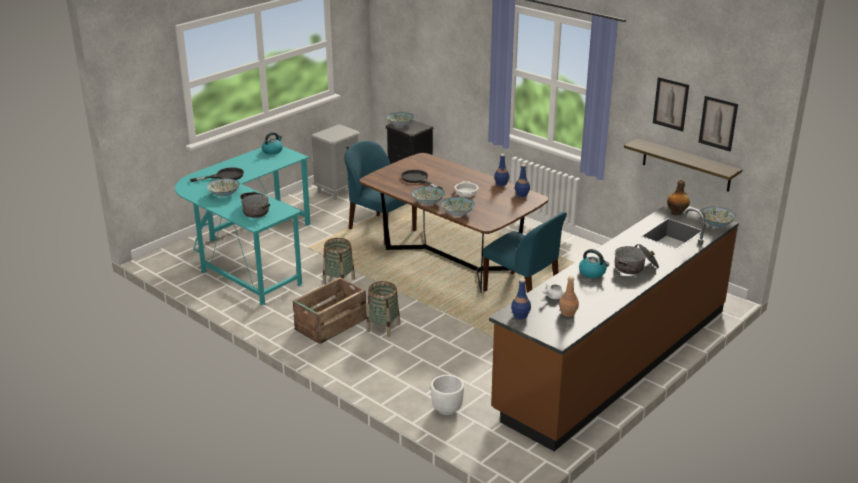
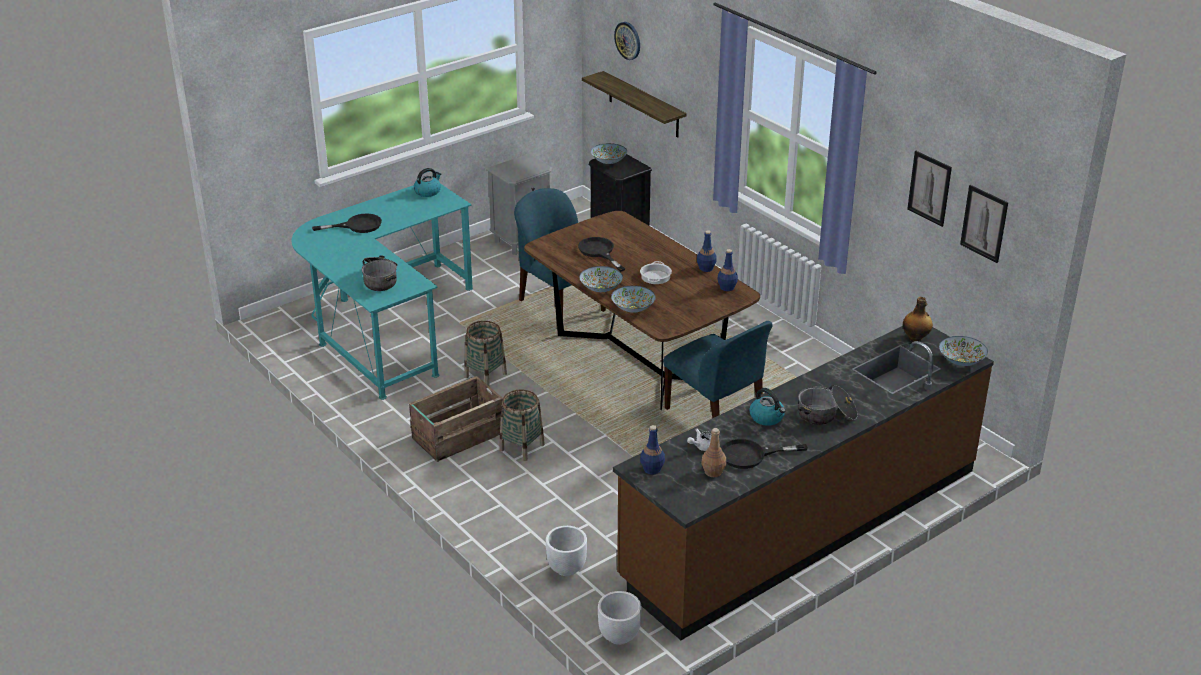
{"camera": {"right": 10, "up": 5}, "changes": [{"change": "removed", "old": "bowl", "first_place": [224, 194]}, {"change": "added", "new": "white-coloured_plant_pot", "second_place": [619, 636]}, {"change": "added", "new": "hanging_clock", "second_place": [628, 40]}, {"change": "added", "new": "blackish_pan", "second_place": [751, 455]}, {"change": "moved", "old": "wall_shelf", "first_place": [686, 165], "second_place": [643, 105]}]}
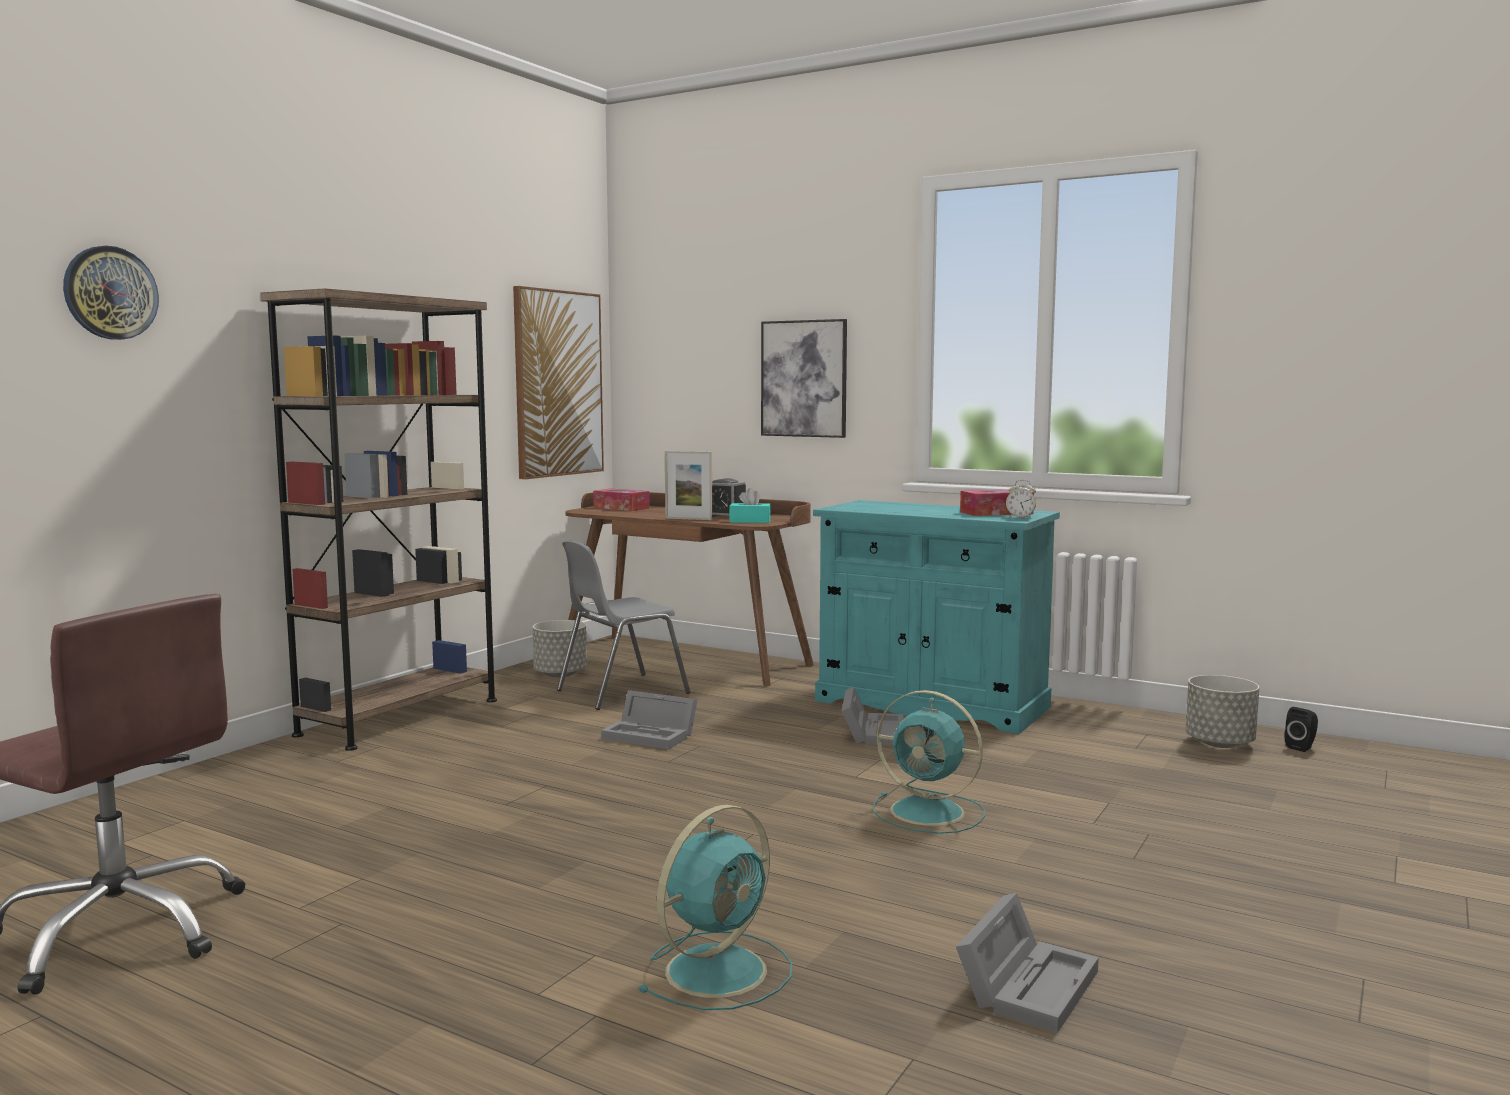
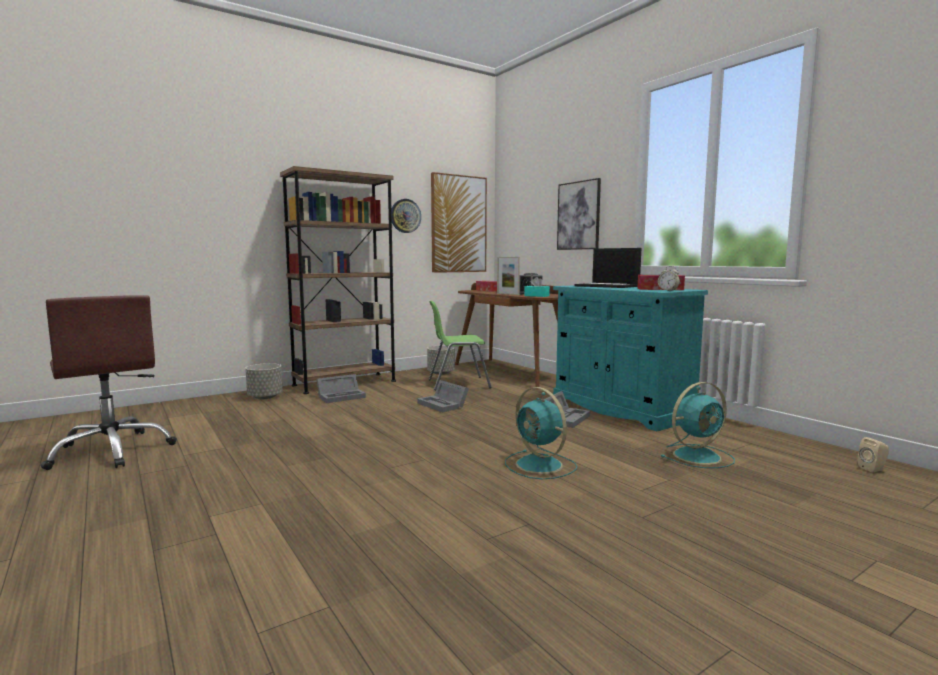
{"camera": {"right": 25, "up": 0}, "changes": [{"change": "added", "new": "notebook_computer", "second_place": [608, 286]}, {"change": "moved", "old": "hanging_clock", "first_place": [110, 293], "second_place": [405, 216]}, {"change": "moved", "old": "turquoise_fan", "first_place": [719, 969], "second_place": [698, 456]}, {"change": "moved", "old": "grey_storage_bin", "first_place": [1028, 983], "second_place": [342, 396]}, {"change": "moved", "old": "grey_plant_pot", "first_place": [1220, 743], "second_place": [265, 397]}, {"change": "recoloured", "old": "grey_plain_chair", "new": "greenish_plain_chair", "first_place": [620, 692], "second_place": [457, 384]}, {"change": "recoloured", "old": "blackish_audio_speaker", "new": "sand-coloured_audio_speaker", "first_place": [1301, 747], "second_place": [873, 469]}]}
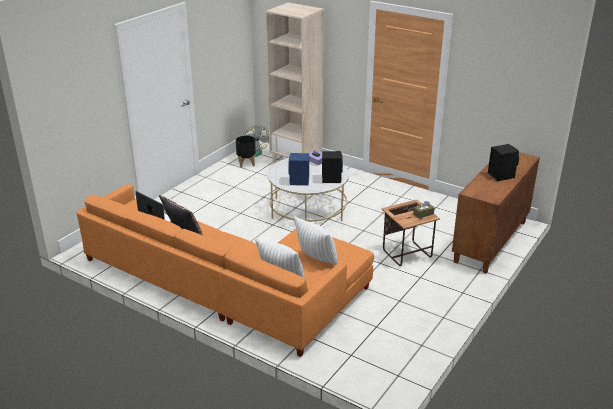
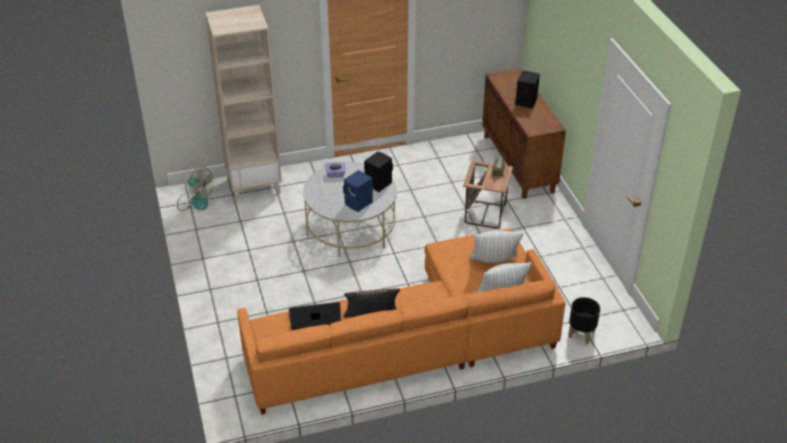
{"camera": {"right": -50, "up": 10}, "changes": [{"change": "moved", "old": "blackish_plant_pot", "first_place": [246, 163], "second_place": [581, 334]}]}
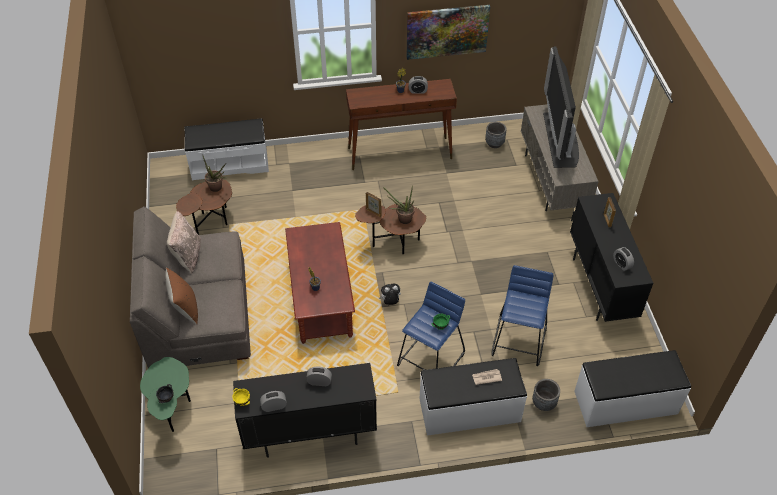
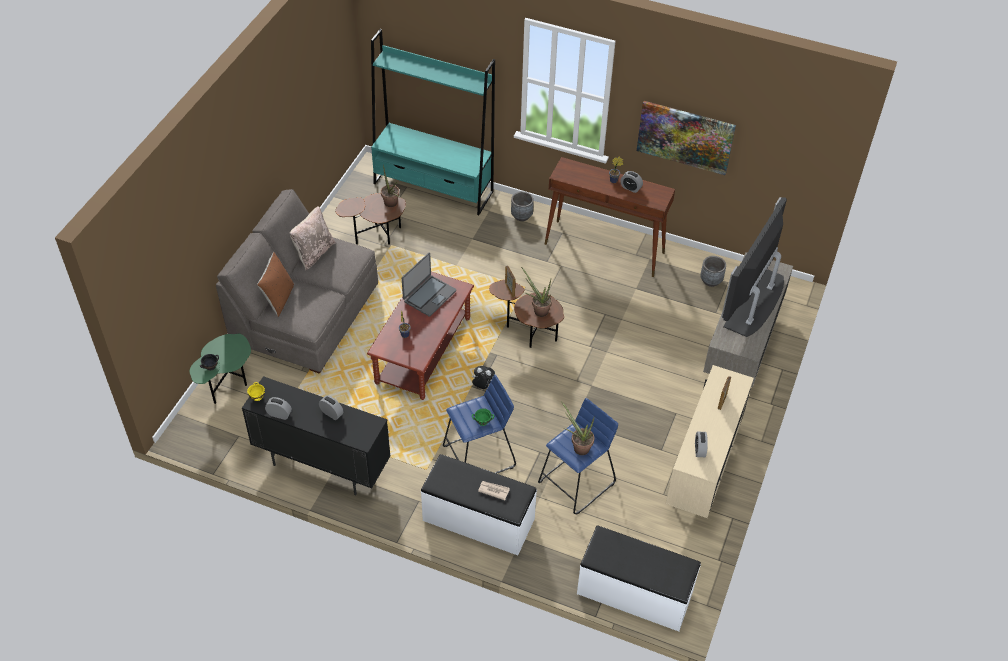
{"camera": {"right": 30, "up": 0}, "changes": [{"change": "added", "new": "notebook_computer", "second_place": [429, 296]}, {"change": "added", "new": "potted_plant", "second_place": [578, 447]}, {"change": "moved", "old": "grey_plant_pot", "first_place": [544, 403], "second_place": [522, 216]}, {"change": "replaced", "old": "white-coloured_indoor_bench", "new": "turquoise_shelving_unit", "first_place": [229, 164], "second_place": [433, 188]}, {"change": "recoloured", "old": "blackish_storage_cabinet", "new": "sand-coloured_storage_cabinet", "first_place": [600, 287], "second_place": [701, 474]}]}
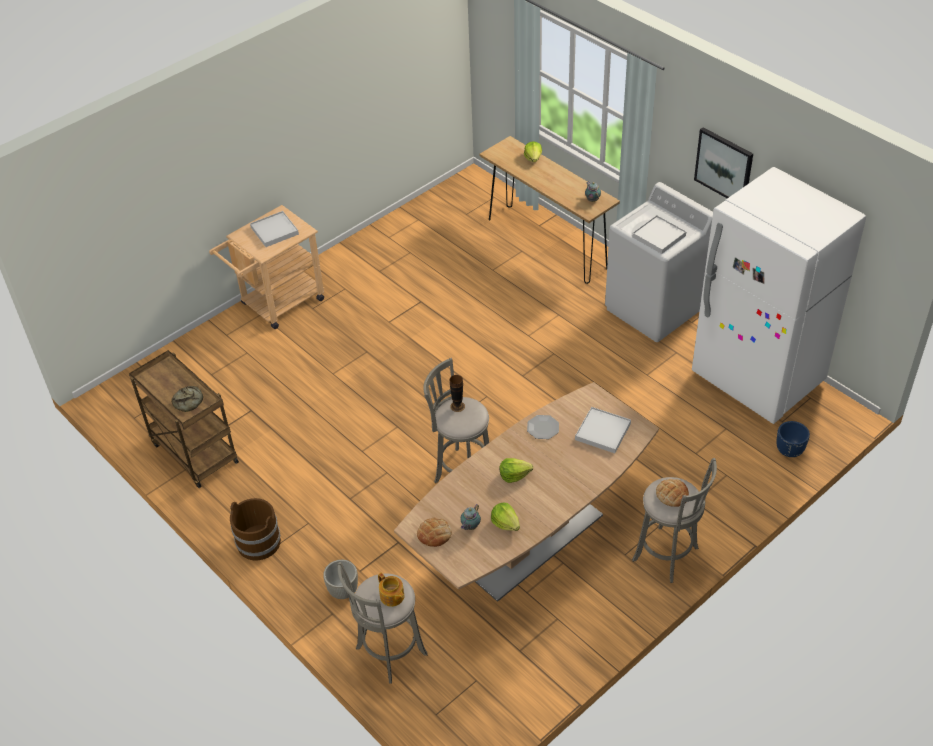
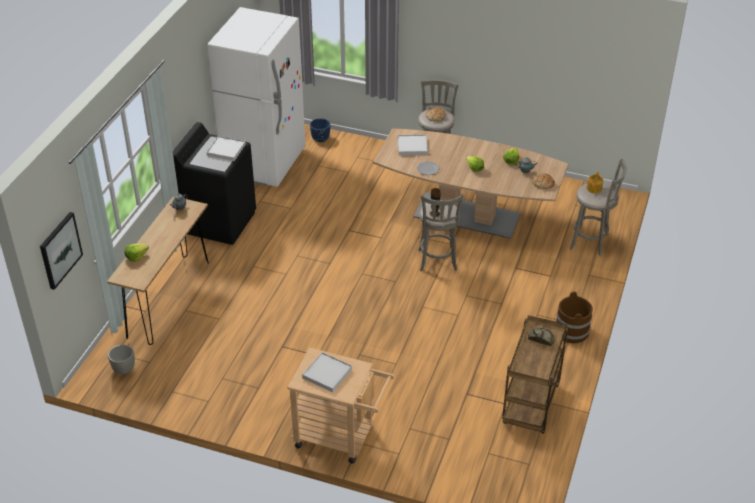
{"camera": {"right": -120, "up": -5}, "changes": [{"change": "moved", "old": "grey_plant_pot", "first_place": [343, 590], "second_place": [123, 369]}, {"change": "moved", "old": "wall_picture", "first_place": [724, 166], "second_place": [60, 250]}, {"change": "recoloured", "old": "white-coloured_laundry_appliance", "new": "blackish_laundry_appliance", "first_place": [654, 309], "second_place": [219, 222]}]}
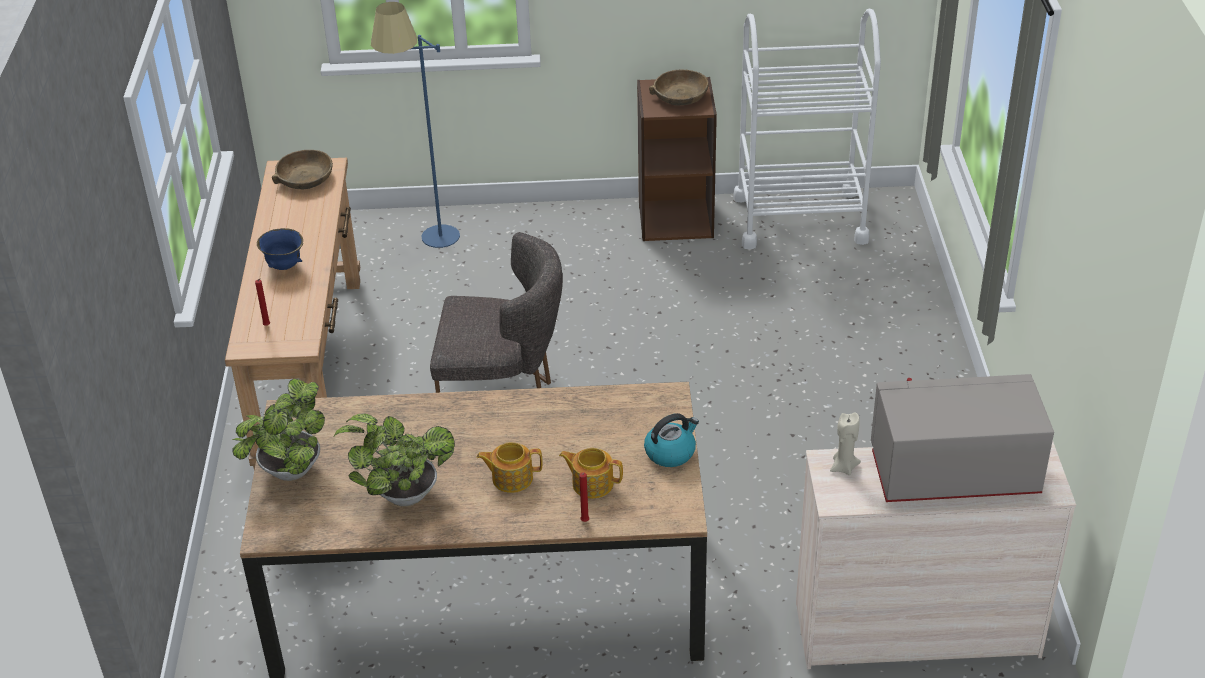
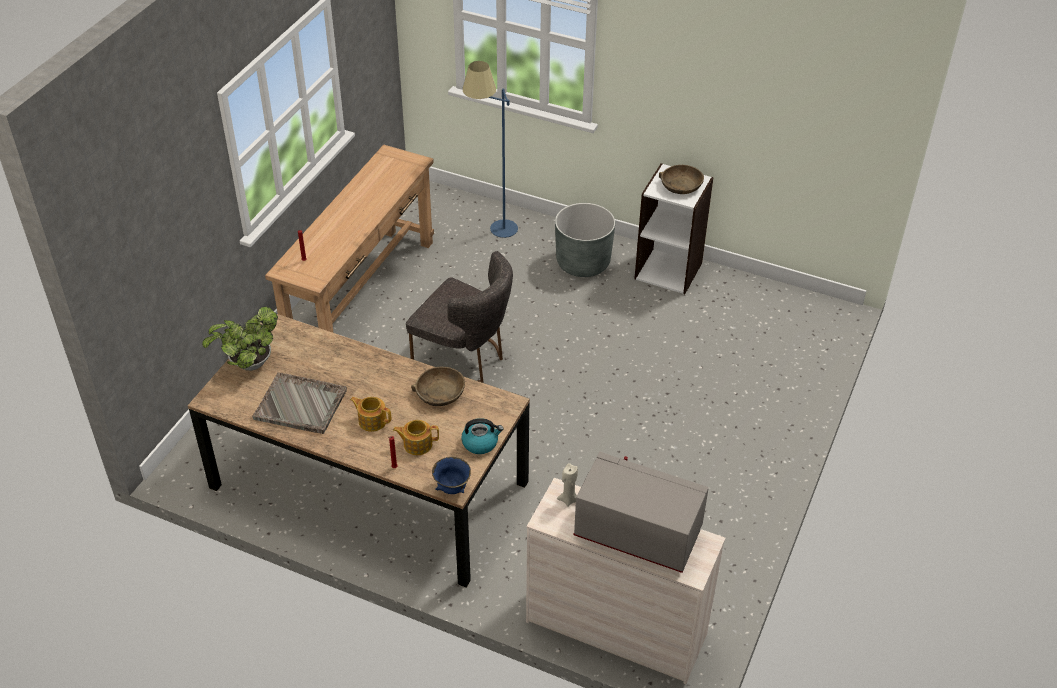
{"camera": {"right": 25, "up": 5}, "changes": [{"change": "removed", "old": "white-coloured_trolley", "first_place": [799, 219]}, {"change": "added", "new": "grey_plant_pot", "second_place": [583, 262]}, {"change": "moved", "old": "bluish_bowl", "first_place": [284, 267], "second_place": [452, 489]}, {"change": "moved", "old": "brown_bowl", "first_place": [305, 178], "second_place": [440, 393]}, {"change": "replaced", "old": "potted_plant", "new": "grey_serving_tray", "first_place": [401, 494], "second_place": [301, 405]}, {"change": "recoloured", "old": "brown_shelving_unit", "new": "white-coloured_shelving_unit", "first_place": [675, 218], "second_place": [668, 270]}, {"change": "turned", "old": "tea_pot", "first_place": [592, 483], "second_place": [417, 444], "degrees": -45}]}
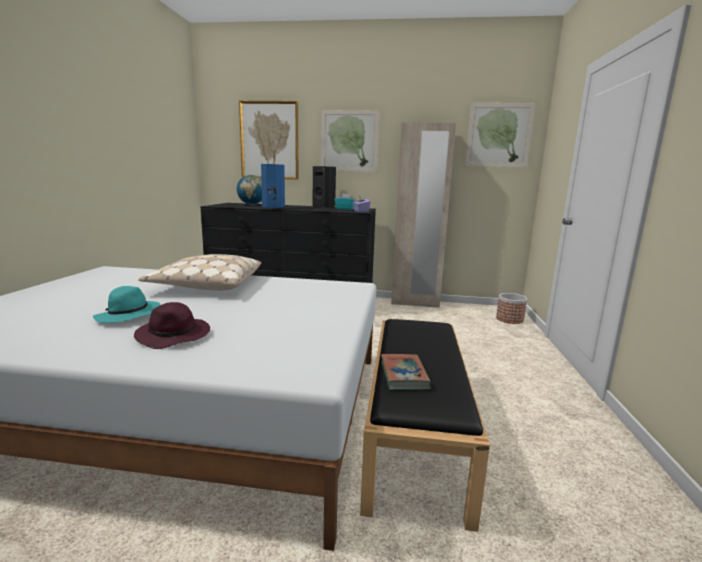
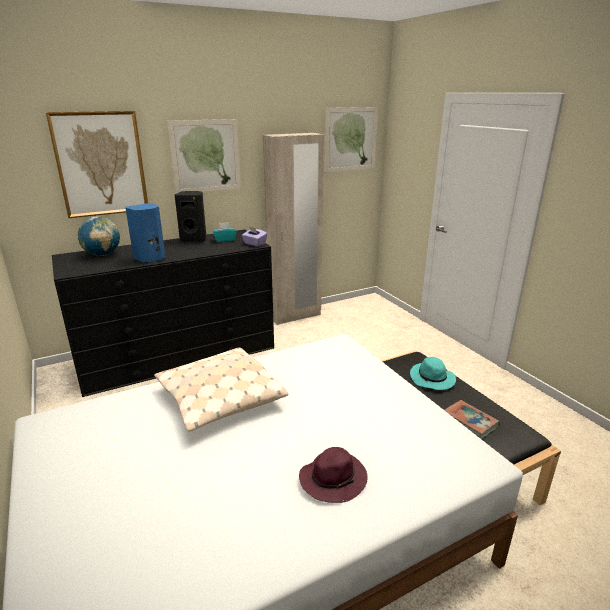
{"camera": {"right": -35, "up": 10}, "changes": [{"change": "removed", "old": "plant_pot", "first_place": [509, 319]}, {"change": "moved", "old": "turquoise_hat", "first_place": [128, 316], "second_place": [432, 379]}]}
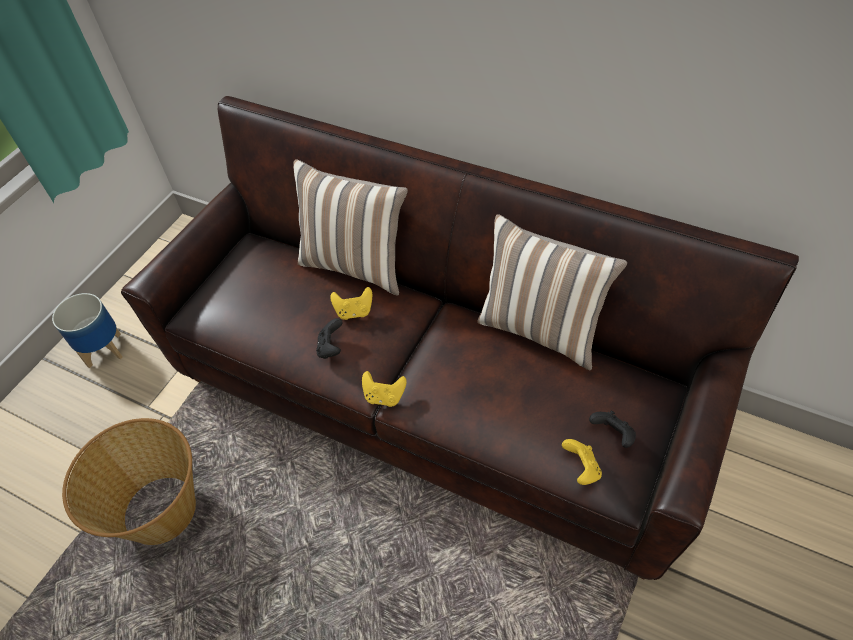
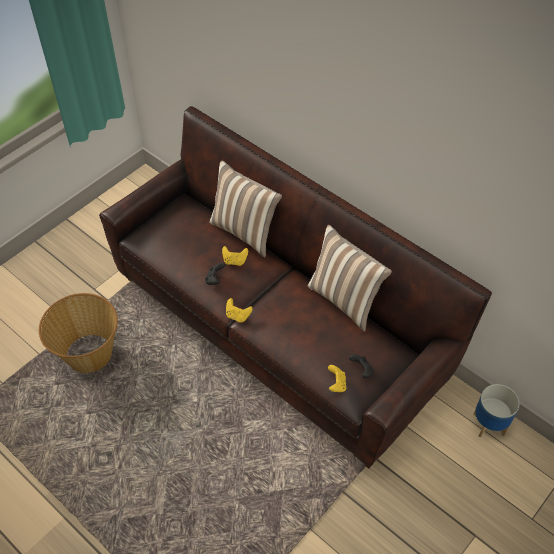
{"camera": {"right": 10, "up": 0}, "changes": [{"change": "moved", "old": "plant_pot", "first_place": [105, 350], "second_place": [489, 424]}]}
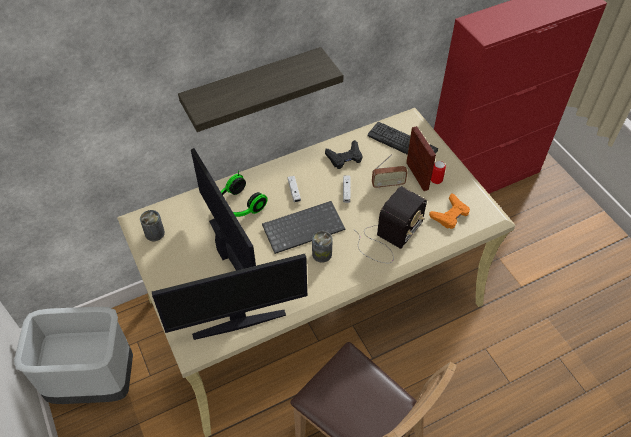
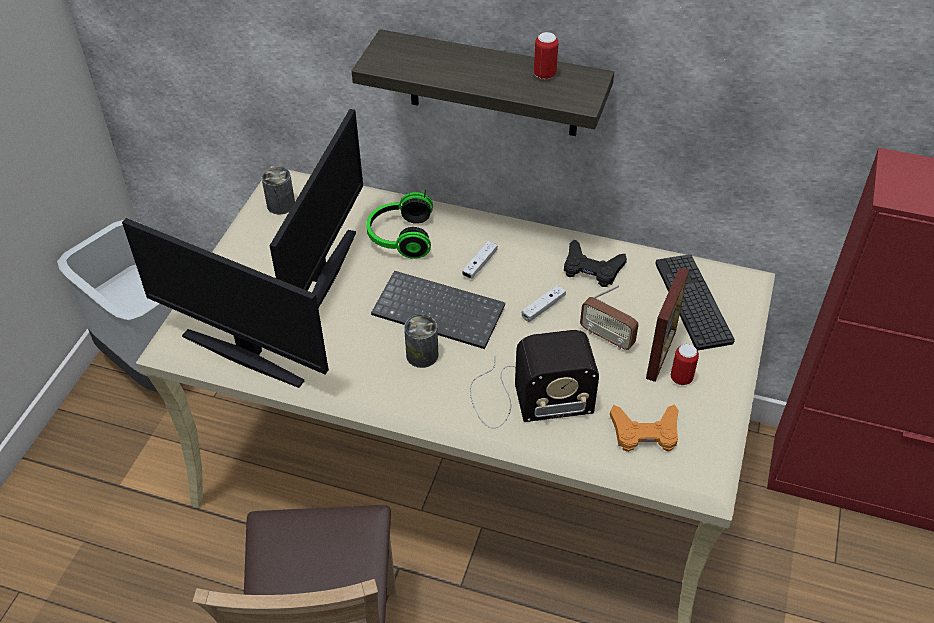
{"camera": {"right": 45, "up": -5}, "changes": [{"change": "added", "new": "sealed_can", "second_place": [544, 74]}]}
